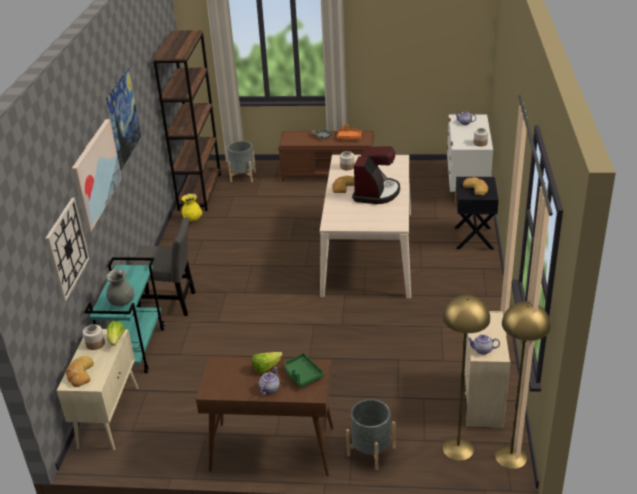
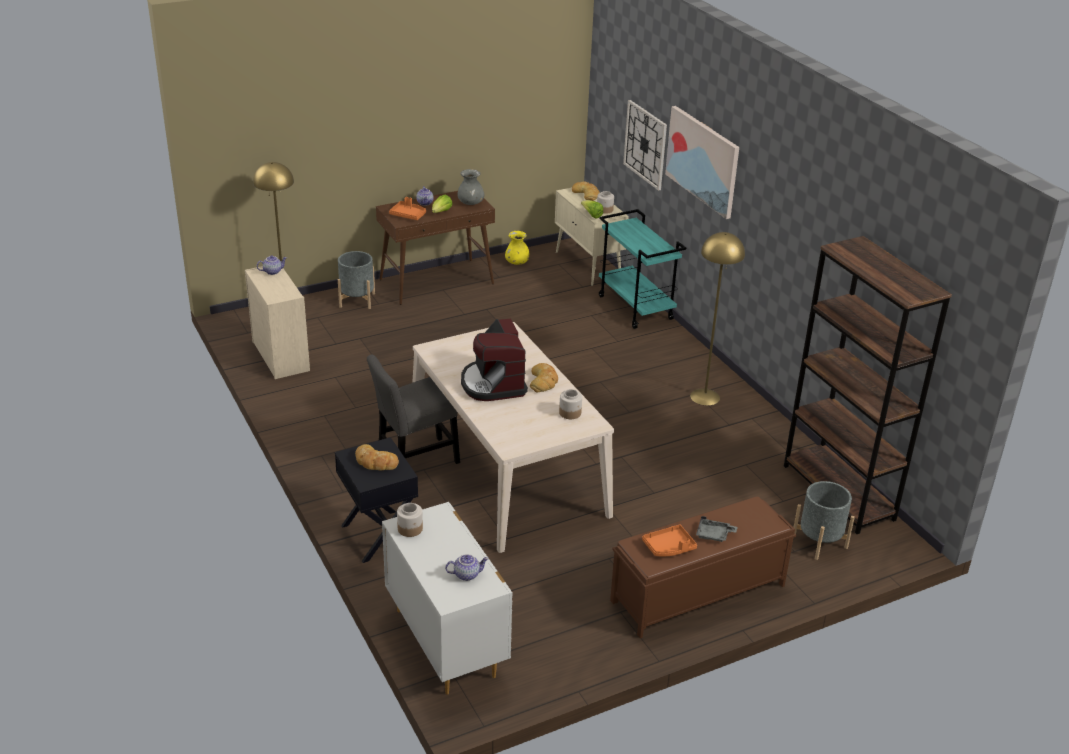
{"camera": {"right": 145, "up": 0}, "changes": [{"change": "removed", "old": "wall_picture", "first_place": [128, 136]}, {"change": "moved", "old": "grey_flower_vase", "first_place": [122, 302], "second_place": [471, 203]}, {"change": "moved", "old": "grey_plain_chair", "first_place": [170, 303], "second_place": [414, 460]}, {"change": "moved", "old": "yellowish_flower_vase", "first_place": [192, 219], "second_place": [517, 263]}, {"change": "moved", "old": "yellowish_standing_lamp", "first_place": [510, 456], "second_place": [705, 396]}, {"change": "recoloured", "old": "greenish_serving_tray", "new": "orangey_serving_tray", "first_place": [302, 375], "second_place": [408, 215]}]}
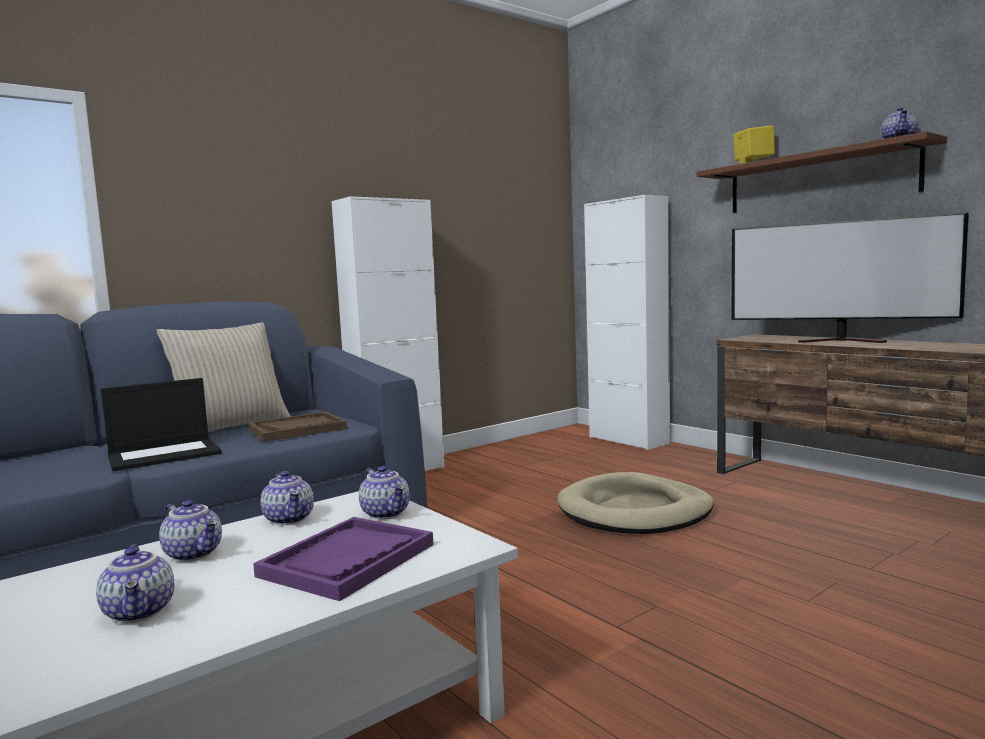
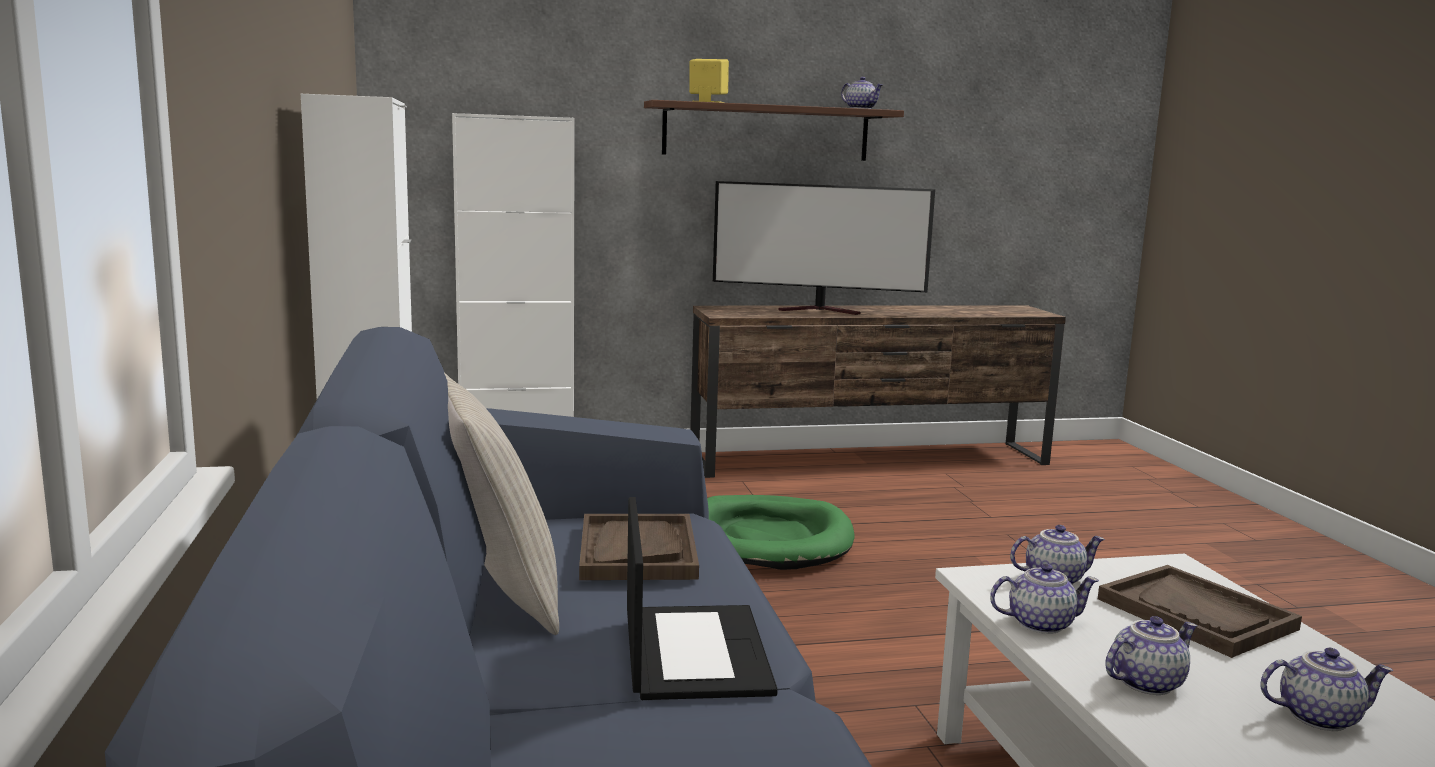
{"camera": {"right": -65, "up": 5}, "changes": [{"change": "recoloured", "old": "purple-coloured_serving_tray", "new": "brown_serving_tray", "first_place": [348, 560], "second_place": [1196, 614]}, {"change": "recoloured", "old": "sand-coloured_dog_bed", "new": "greenish_dog_bed", "first_place": [635, 511], "second_place": [768, 539]}, {"change": "turned", "old": "TV", "first_place": [844, 341], "second_place": [822, 310], "degrees": 45}]}
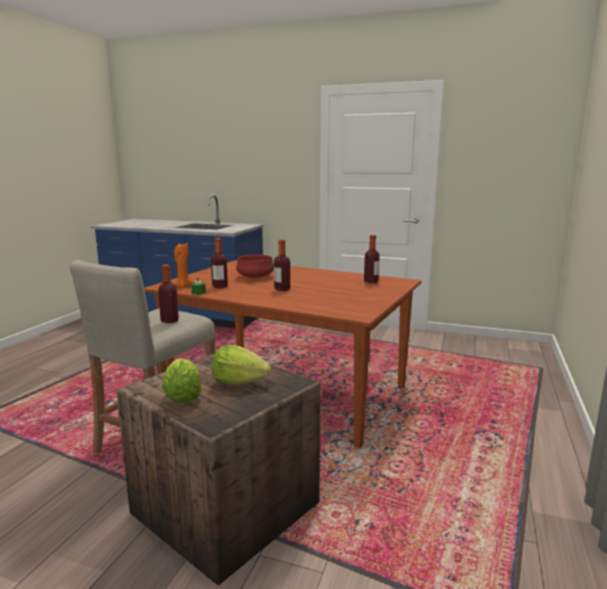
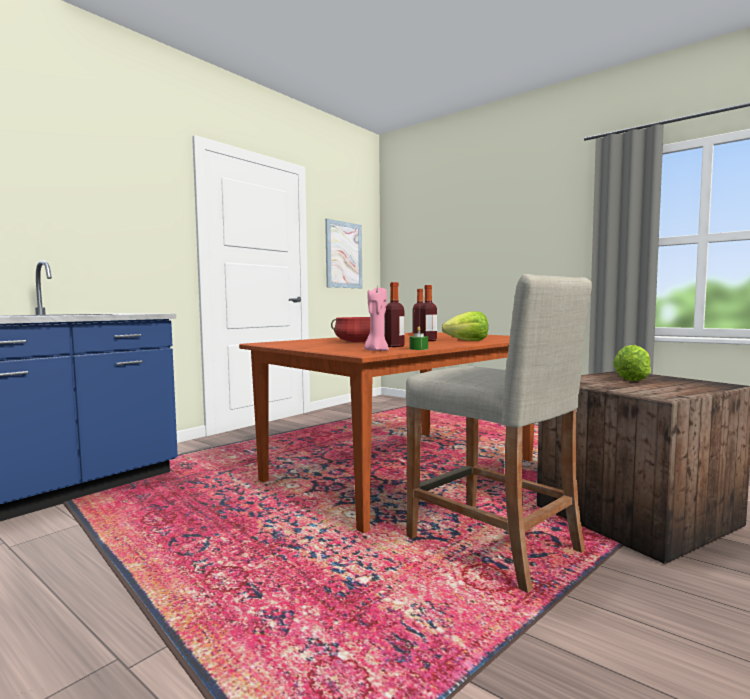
{"camera": {"right": -70, "up": -10}, "changes": [{"change": "removed", "old": "beverage_bottle", "first_place": [169, 321]}, {"change": "added", "new": "wall_picture", "second_place": [343, 255]}, {"change": "moved", "old": "lettuce", "first_place": [183, 395], "second_place": [467, 340]}, {"change": "recoloured", "old": "orangey_candle", "new": "pink_candle", "first_place": [183, 286], "second_place": [376, 350]}]}
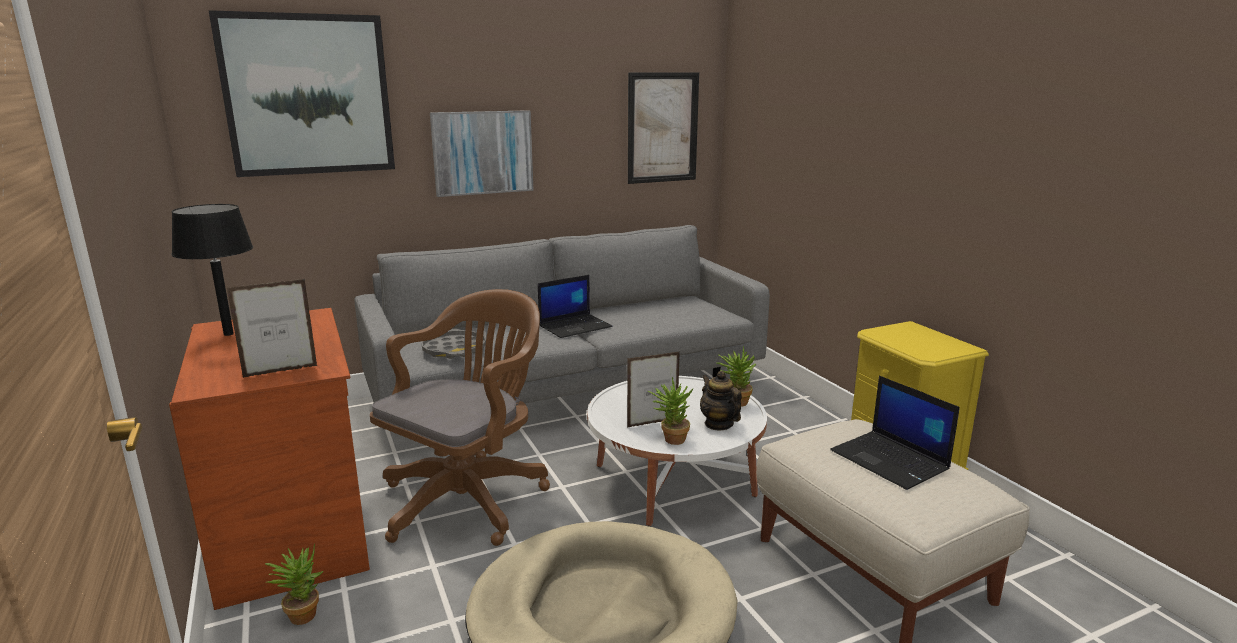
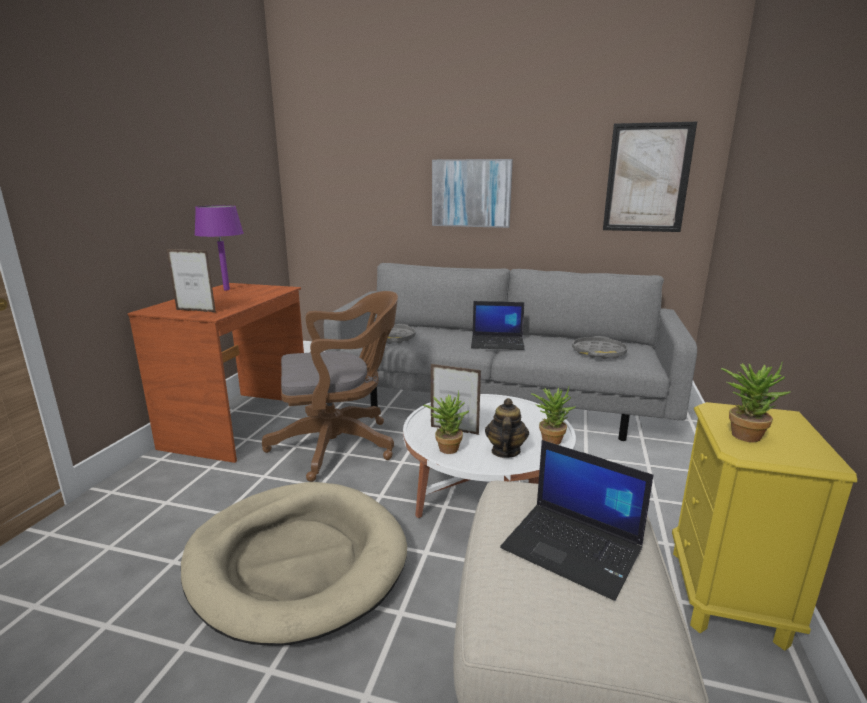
{"camera": {"right": 40, "up": 0}, "changes": [{"change": "removed", "old": "wall_picture", "first_place": [308, 95]}, {"change": "added", "new": "grey_serving_tray", "second_place": [598, 352]}, {"change": "moved", "old": "potted_plant", "first_place": [302, 613], "second_place": [743, 433]}, {"change": "recoloured", "old": "blackish_tabletop_lamp", "new": "purple-coloured_tabletop_lamp", "first_place": [228, 334], "second_place": [226, 289]}, {"change": "turned", "old": "notebook_computer", "first_place": [891, 460], "second_place": [574, 548], "degrees": -60}]}
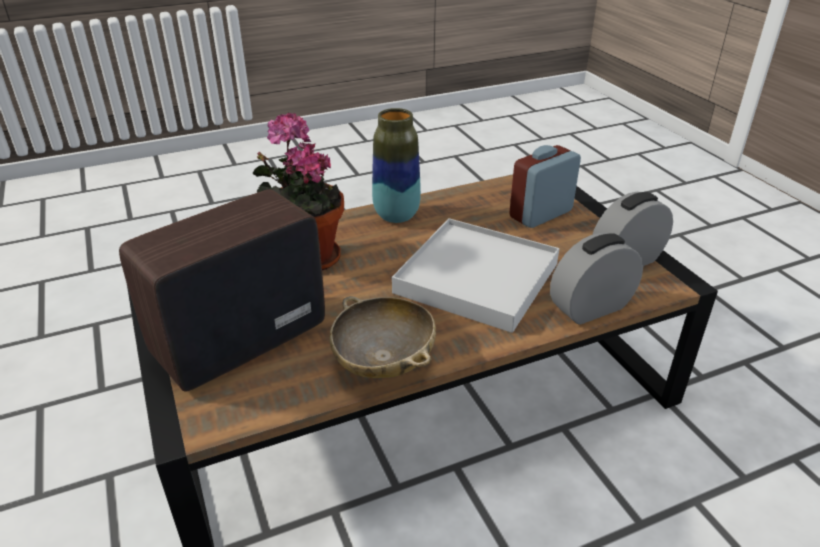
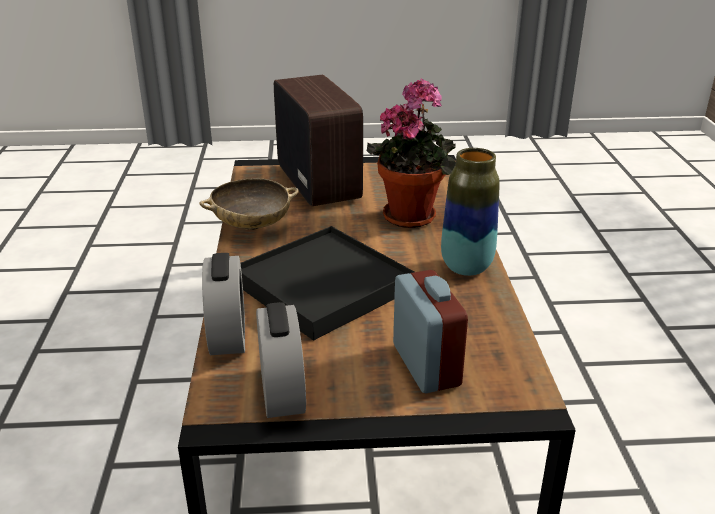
{"camera": {"right": 110, "up": -5}, "changes": [{"change": "recoloured", "old": "white-coloured_serving_tray", "new": "blackish_serving_tray", "first_place": [476, 278], "second_place": [323, 286]}]}
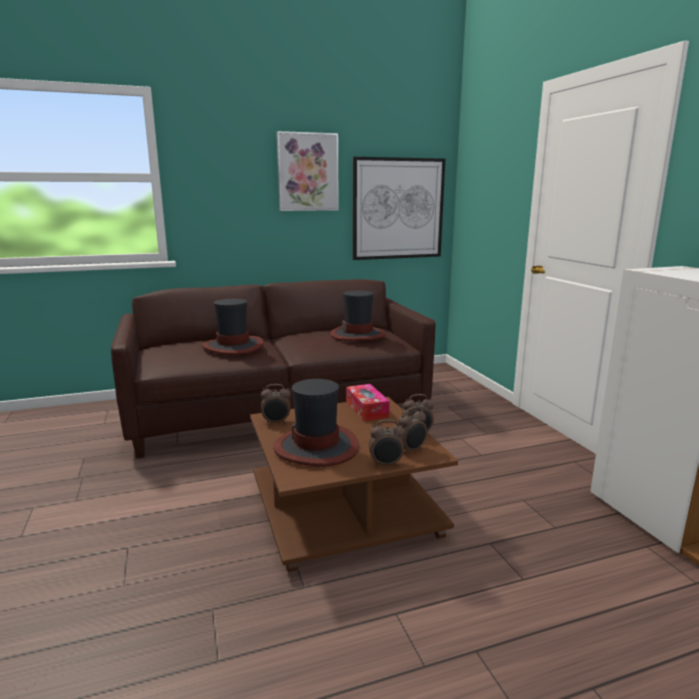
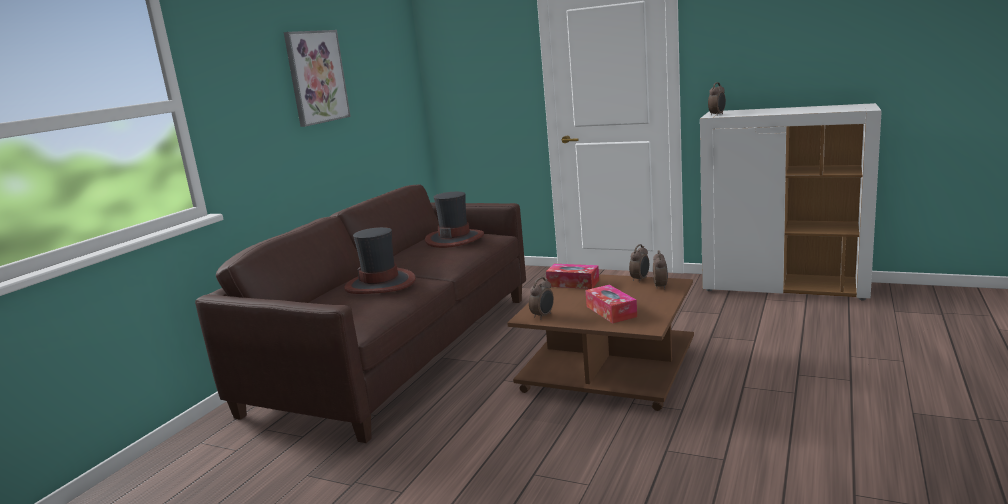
{"camera": {"right": -45, "up": 0}, "changes": [{"change": "removed", "old": "wall_picture", "first_place": [398, 209]}, {"change": "moved", "old": "bedside_clock", "first_place": [386, 464], "second_place": [717, 115]}, {"change": "replaced", "old": "hat", "new": "tissue_box", "first_place": [317, 447], "second_place": [611, 311]}]}
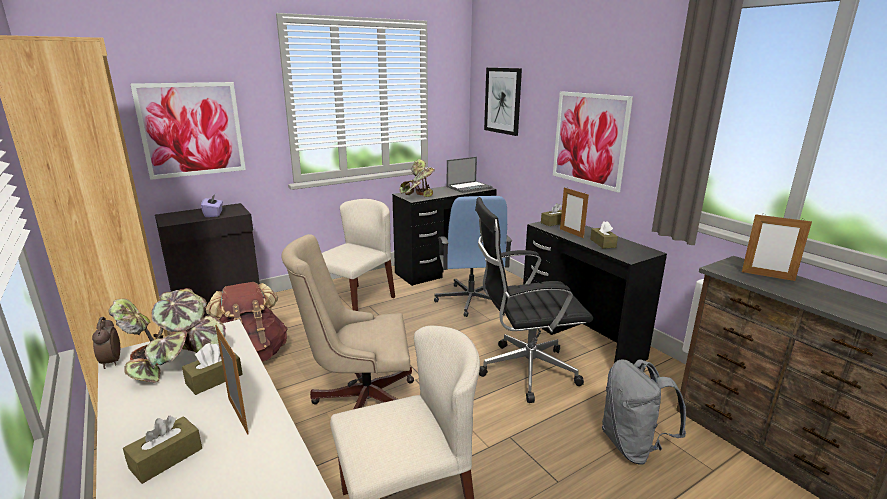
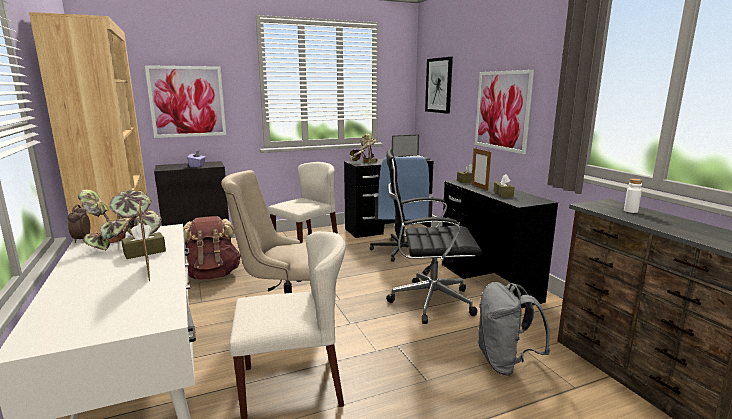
{"camera": {"right": 10, "up": -5}, "changes": [{"change": "removed", "old": "brown_tissue_box", "first_place": [166, 458]}, {"change": "replaced", "old": "photo_frame", "new": "white-coloured_beverage_bottle", "first_place": [767, 276], "second_place": [630, 211]}]}
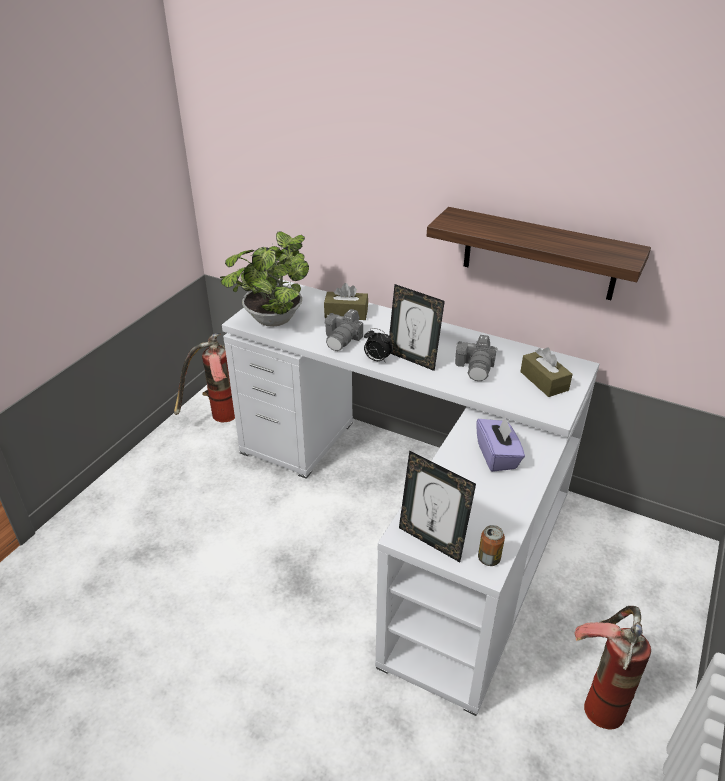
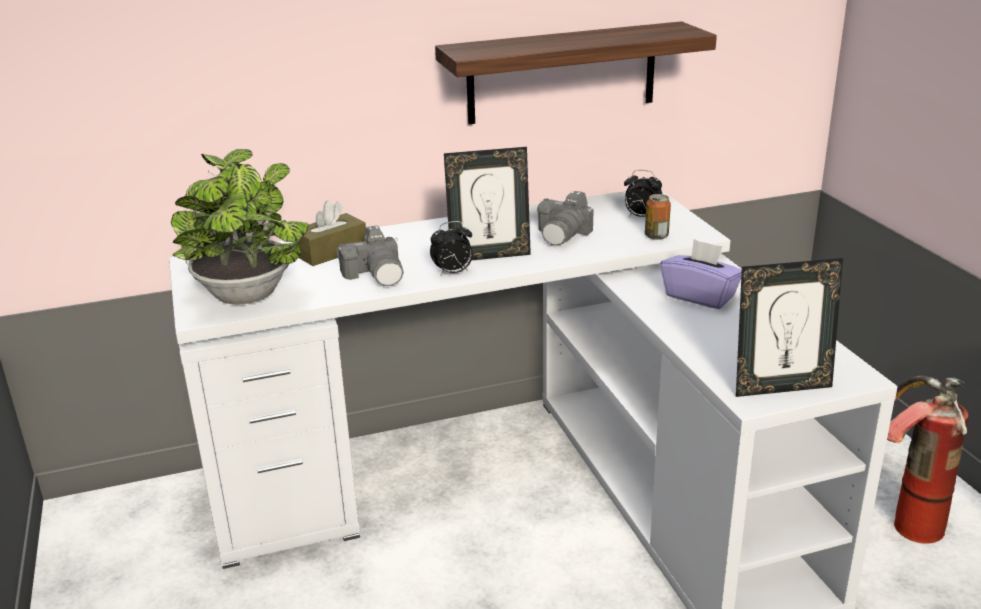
{"camera": {"right": -45, "up": -10}, "changes": [{"change": "removed", "old": "fire-fighting_cylinder", "first_place": [216, 419]}, {"change": "moved", "old": "sealed_can", "first_place": [489, 558], "second_place": [656, 236]}, {"change": "replaced", "old": "brown_tissue_box", "new": "bedside_clock", "first_place": [544, 381], "second_place": [641, 217]}, {"change": "turned", "old": "still_camera", "first_place": [476, 367], "second_place": [564, 234], "degrees": 60}]}
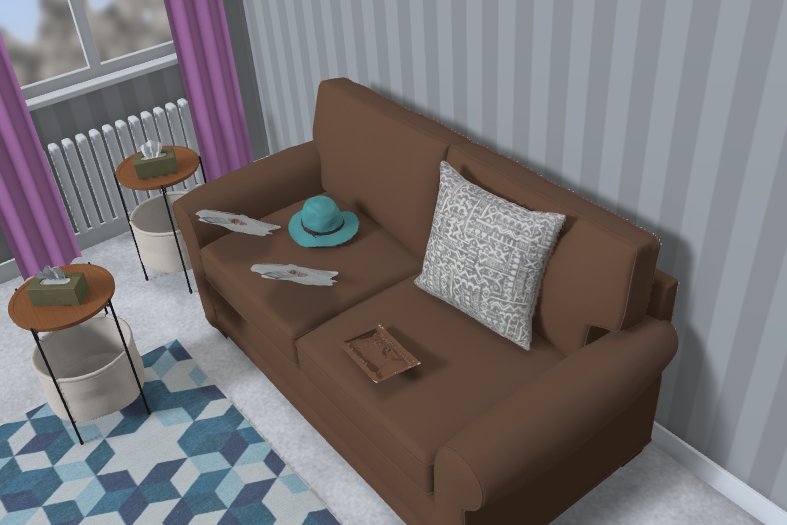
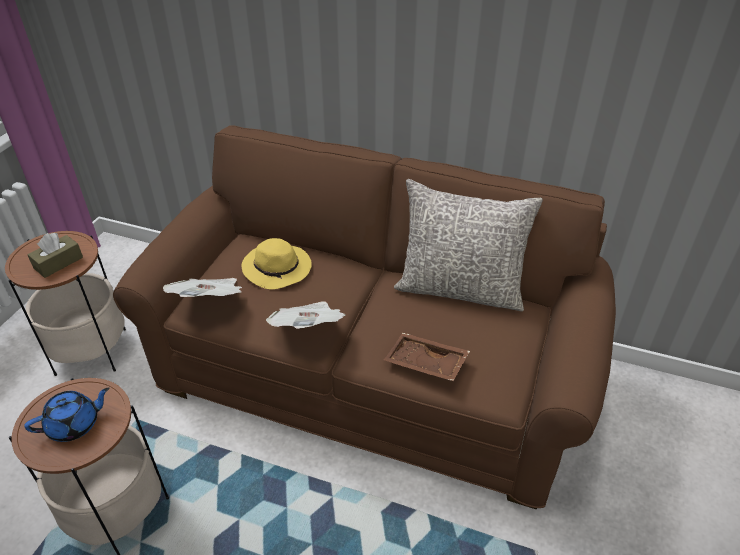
{"camera": {"right": -35, "up": 5}, "changes": [{"change": "replaced", "old": "brown_tissue_box", "new": "bluish_tea_pot", "first_place": [61, 297], "second_place": [75, 424]}, {"change": "recoloured", "old": "turquoise_hat", "new": "yellowish_hat", "first_place": [324, 230], "second_place": [278, 269]}]}
